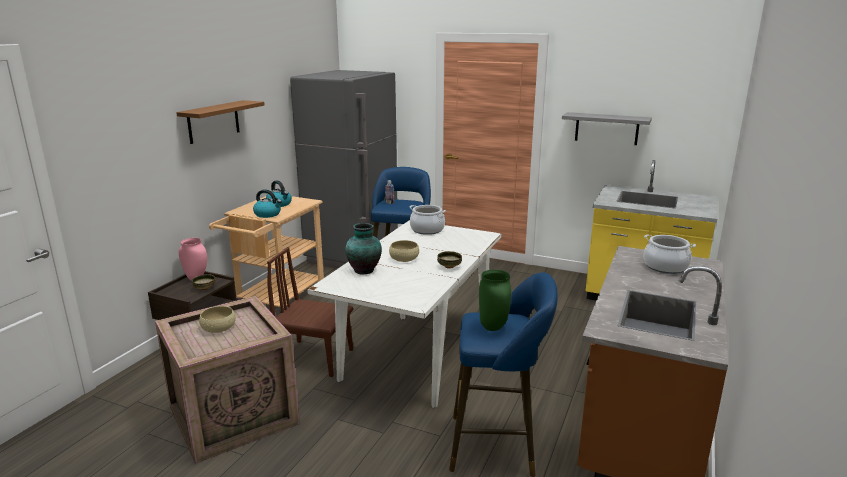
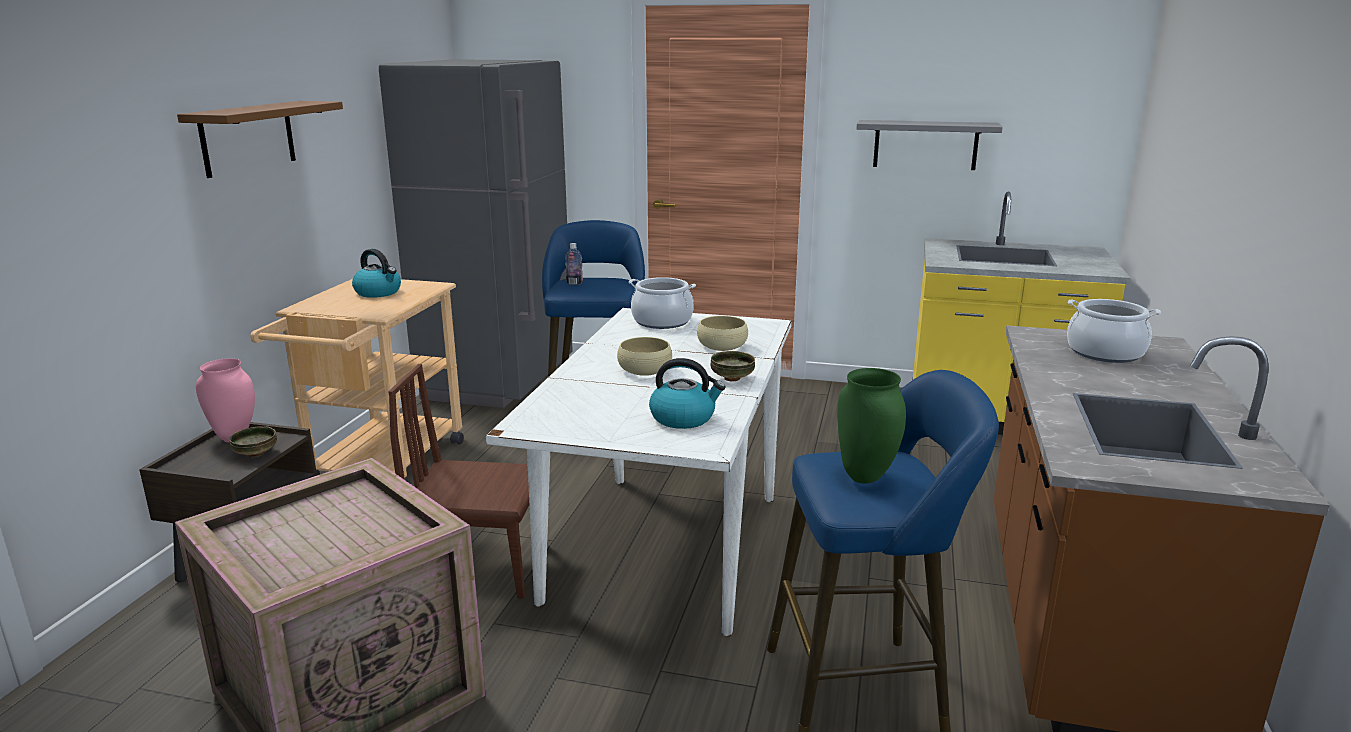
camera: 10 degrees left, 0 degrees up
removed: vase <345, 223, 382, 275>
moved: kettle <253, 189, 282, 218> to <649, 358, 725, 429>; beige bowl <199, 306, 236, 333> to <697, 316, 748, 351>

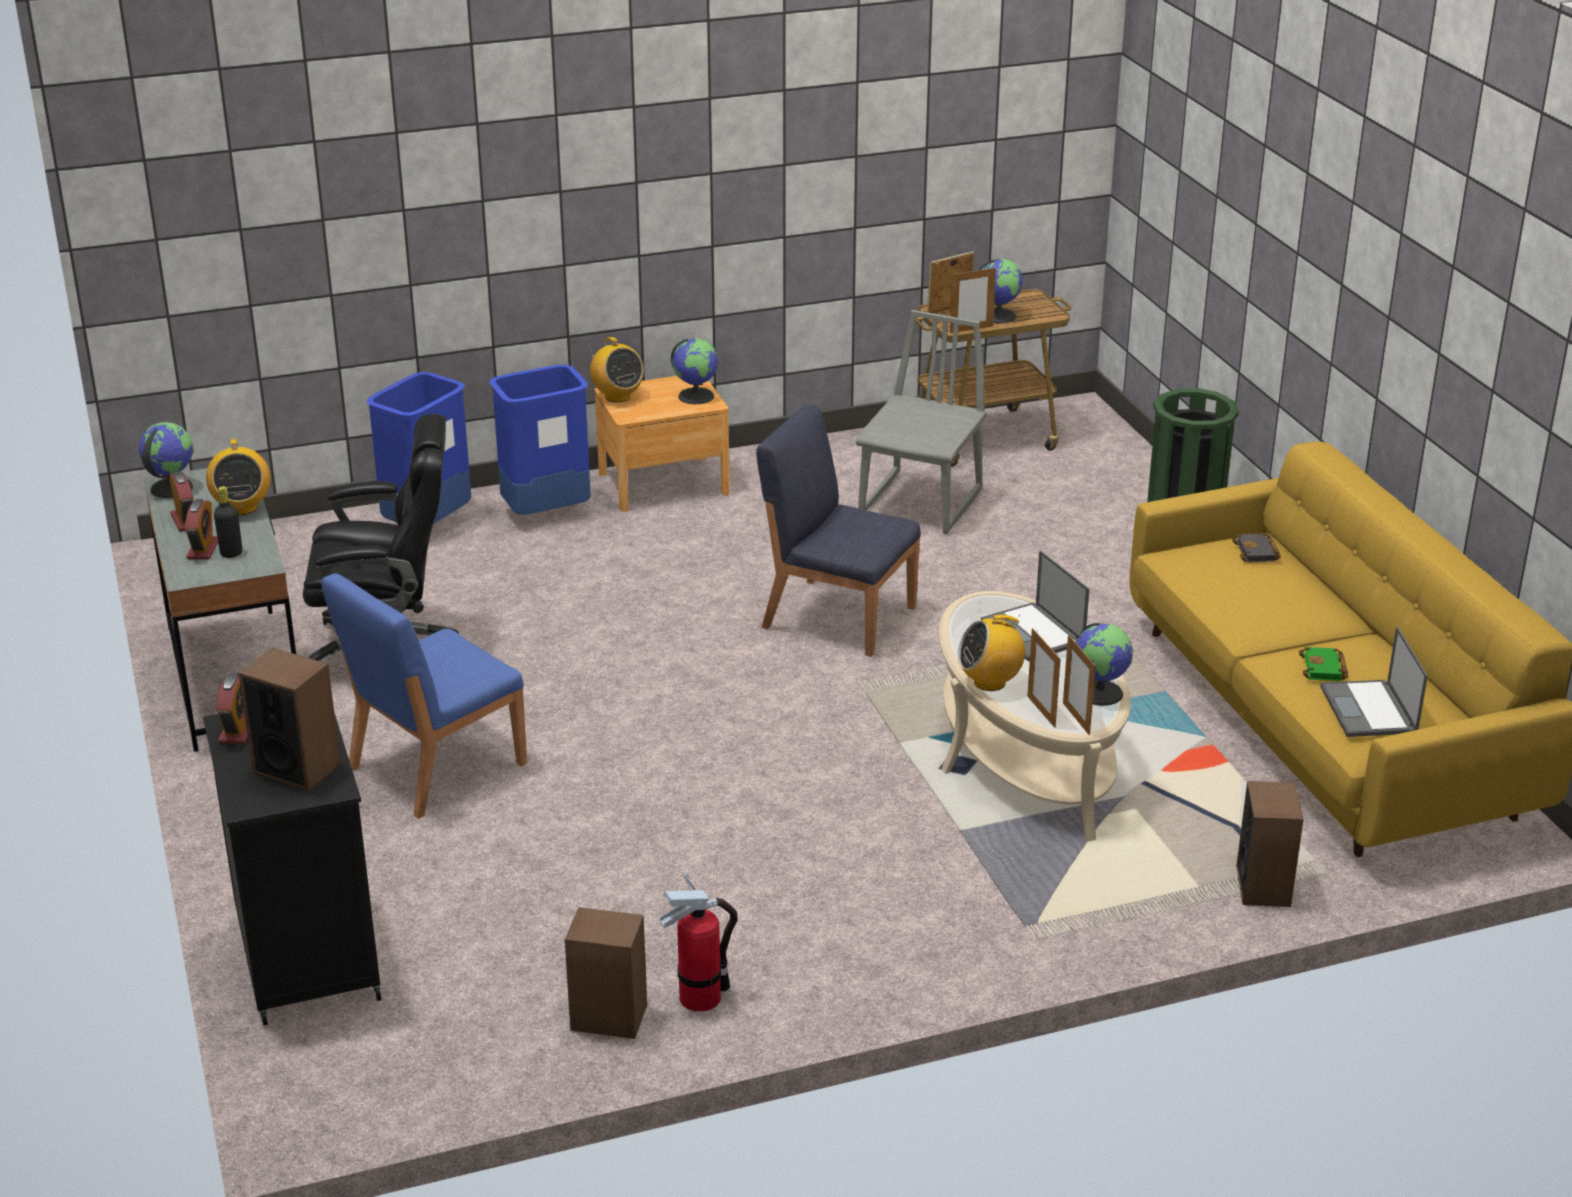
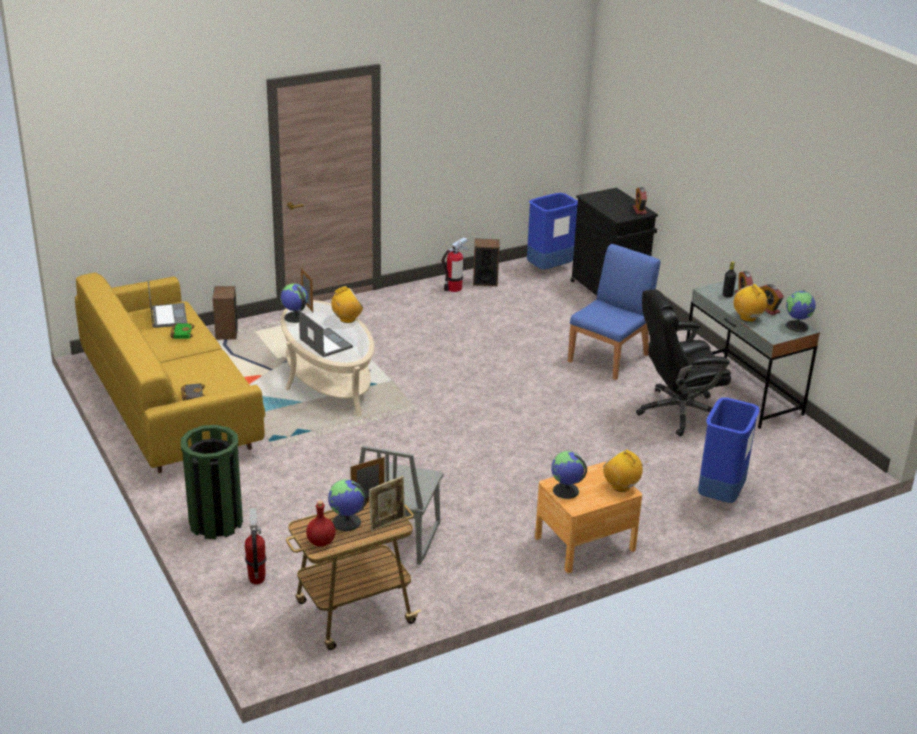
camera: 170 degrees right, 0 degrees up
removed: speaker <238, 647, 341, 791>; blue chair <756, 404, 921, 657>; picture frame <1027, 628, 1061, 728>
added: fire extinguisher <245, 506, 266, 585>; red bottle <306, 501, 336, 547>
moved: blue trash can <490, 365, 591, 515> to <527, 193, 578, 270>

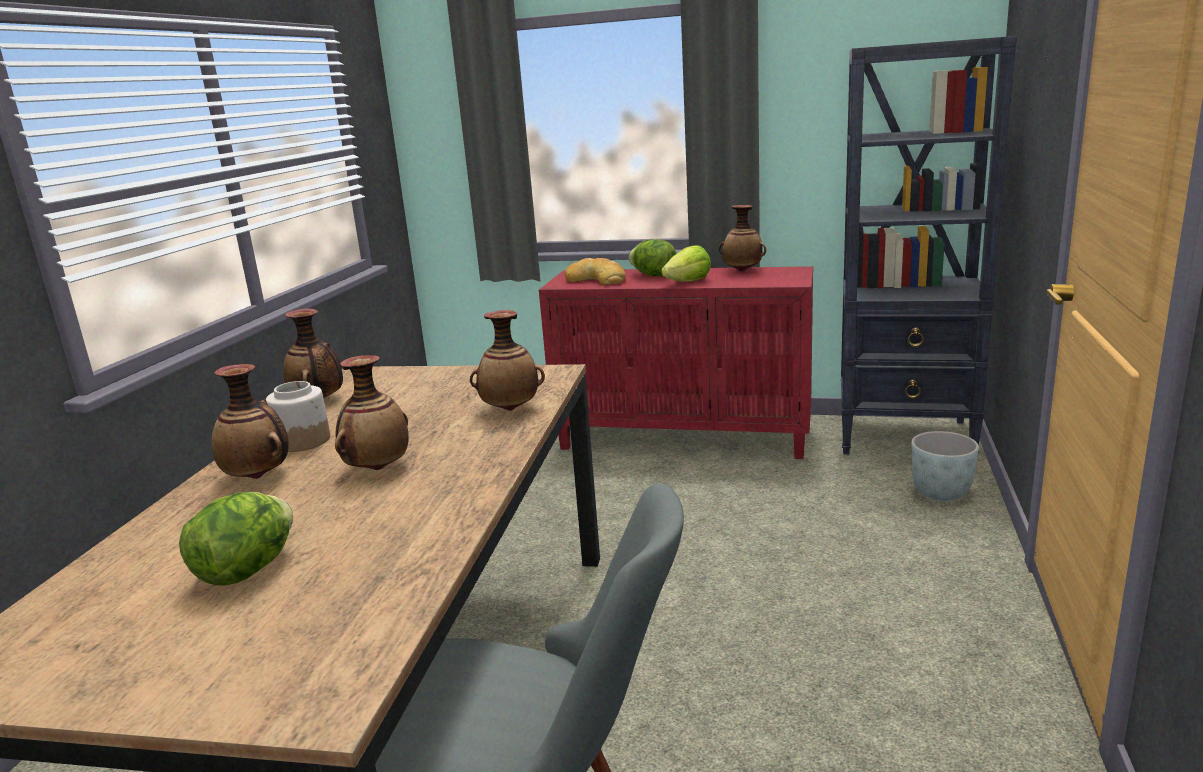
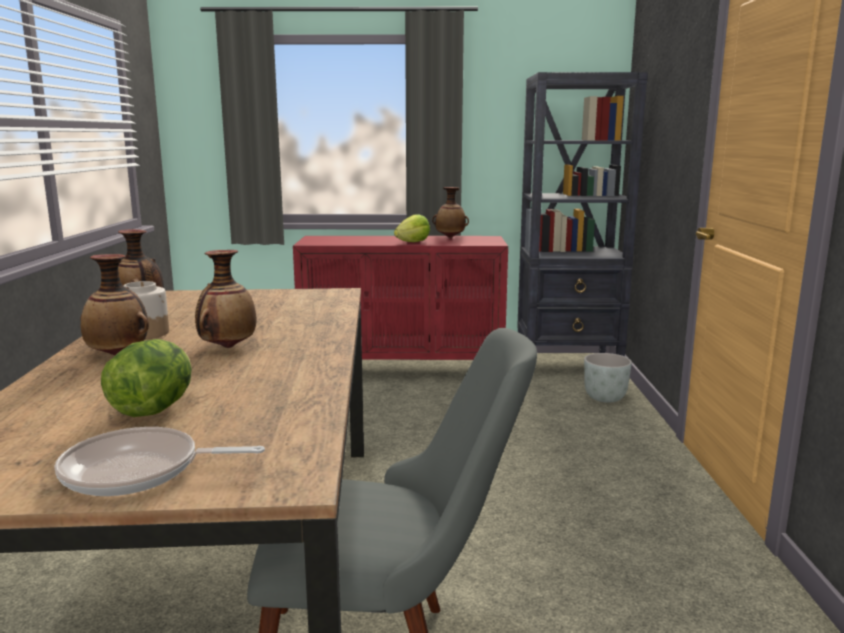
camera: 15 degrees left, 5 degrees down
removed: vase <470, 310, 545, 411>; bread <565, 258, 626, 285>; lettuce <629, 239, 676, 276>
added: frying pan <54, 427, 265, 496>

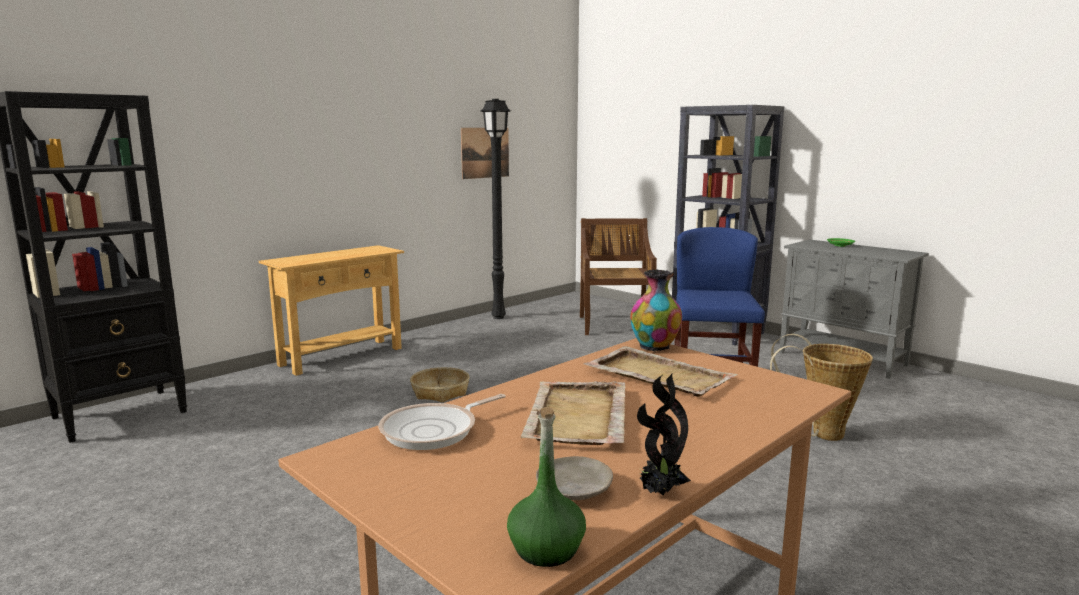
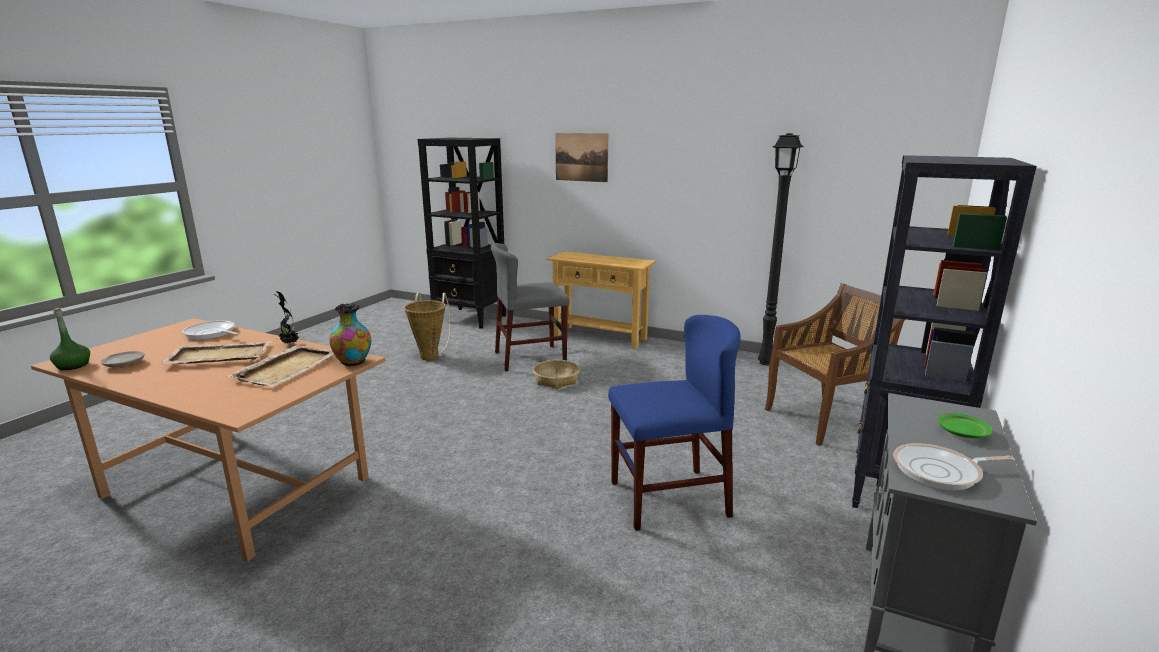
camera: 70 degrees right, 5 degrees up
added: grey chair <491, 243, 570, 371>; frying pan <893, 443, 1014, 490>
moved: potted plant <637, 374, 691, 496> to <274, 291, 299, 344>; basket <770, 334, 873, 441> to <404, 293, 451, 360>; picture <461, 128, 509, 179> to <555, 133, 608, 182>

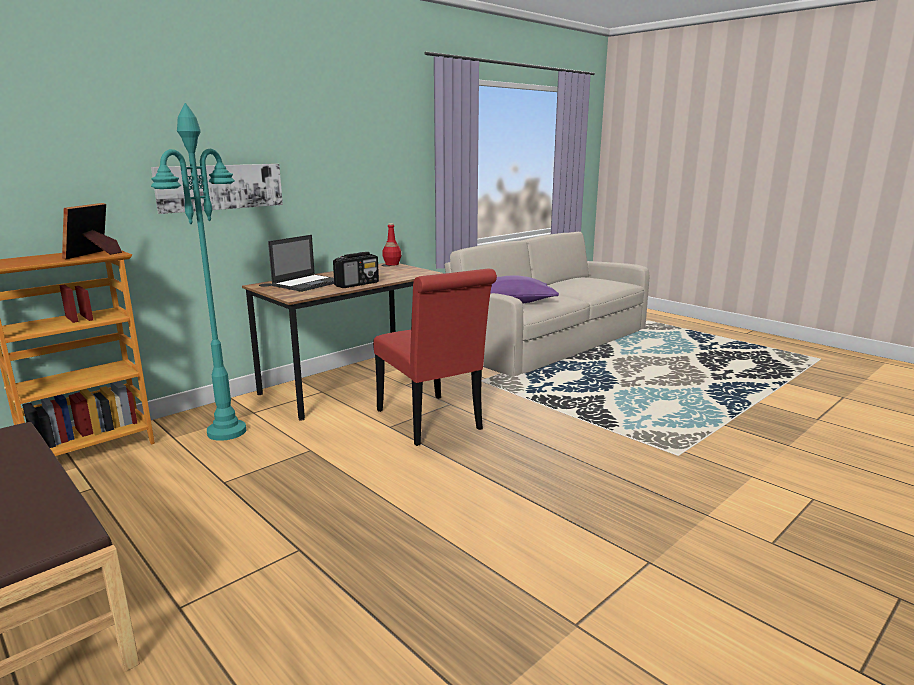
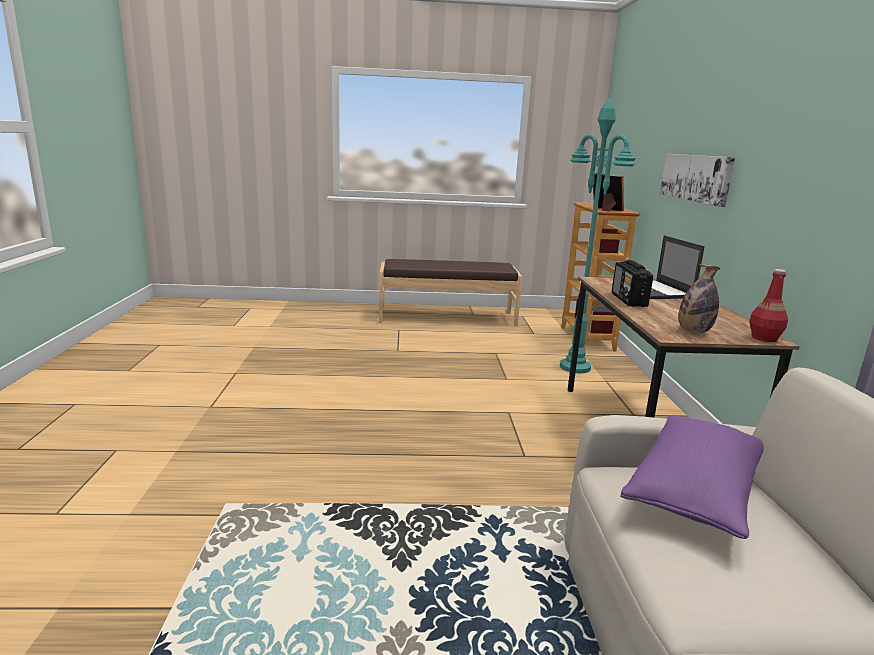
camera: 130 degrees right, 0 degrees up
removed: red chair <373, 269, 497, 446>
added: bottle <679, 264, 720, 333>

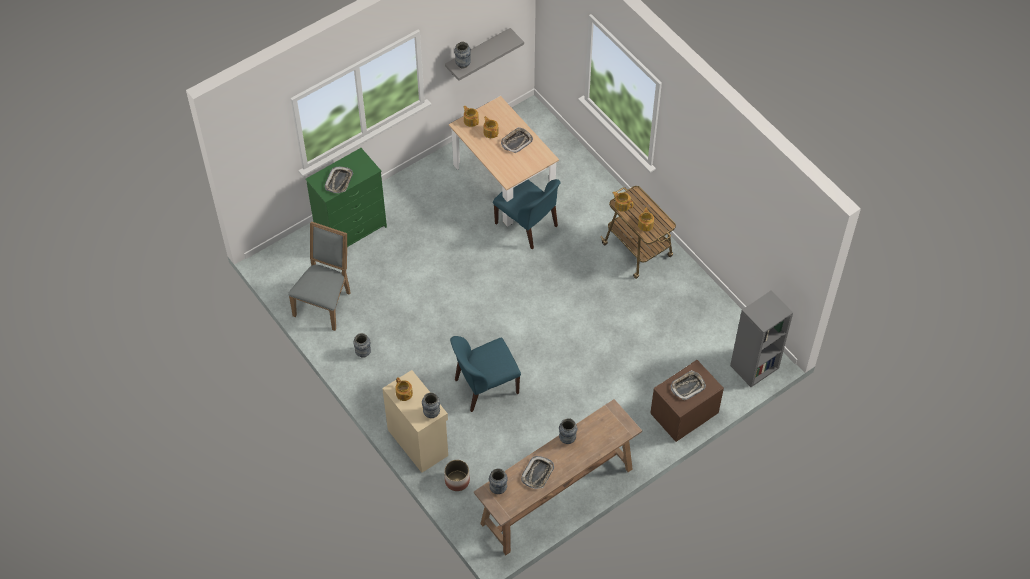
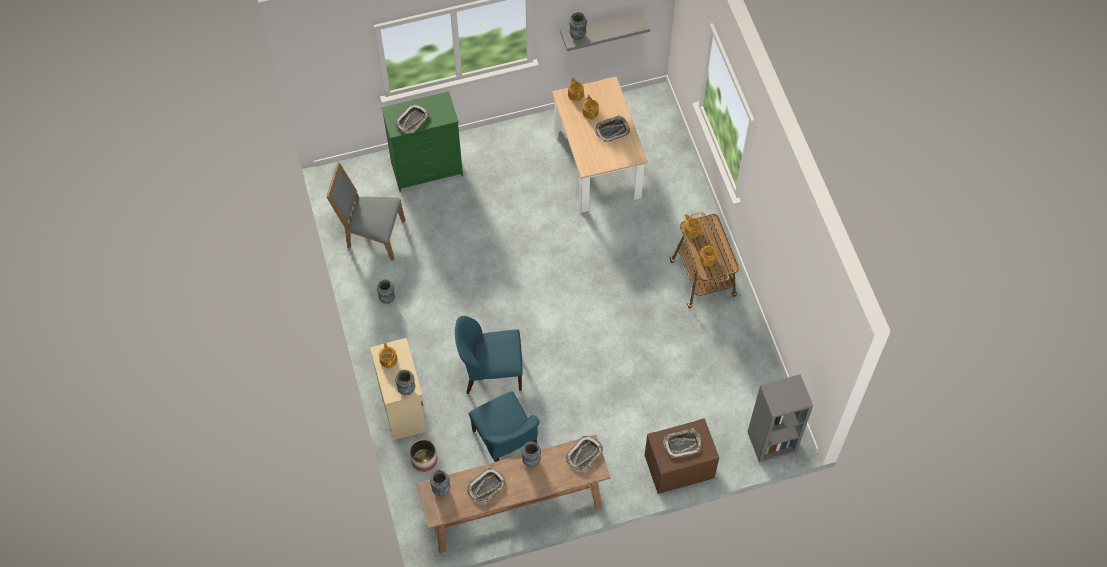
camera: 20 degrees right, 5 degrees up
added: tray <566, 436, 603, 471>
moved: blue chair <493, 179, 561, 249> to <469, 391, 540, 462>
turned: grey chair <288, 221, 351, 331> = <326, 162, 405, 261> 120 degrees counterclockwise

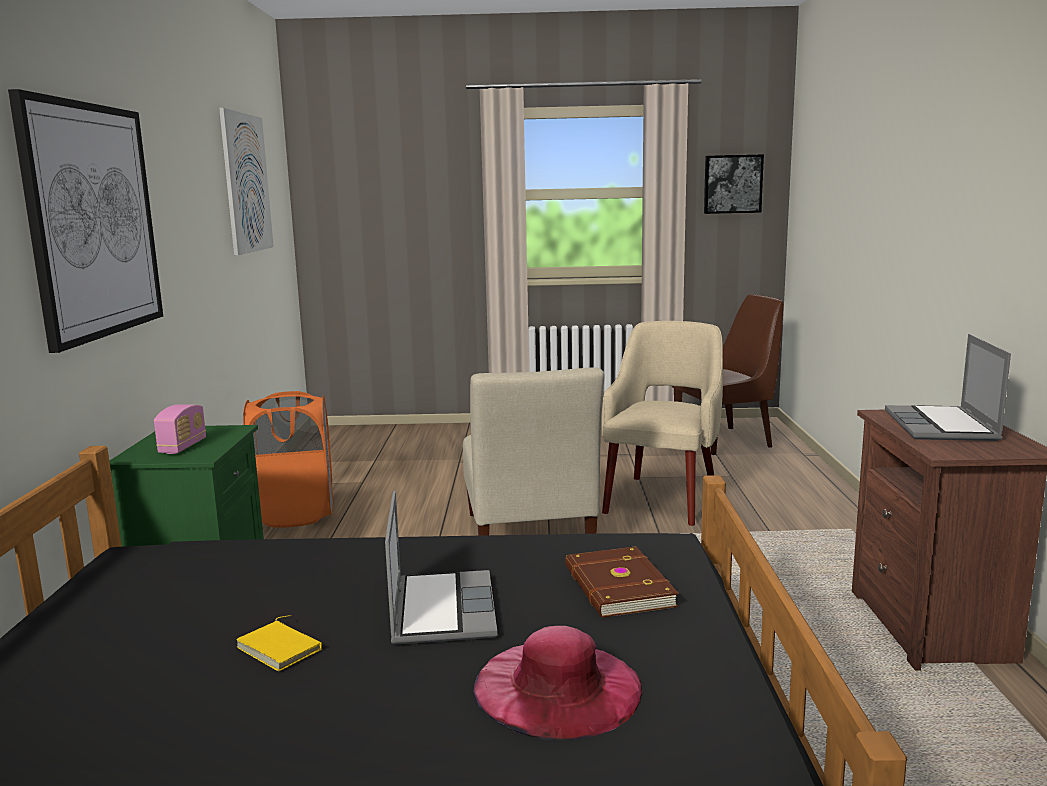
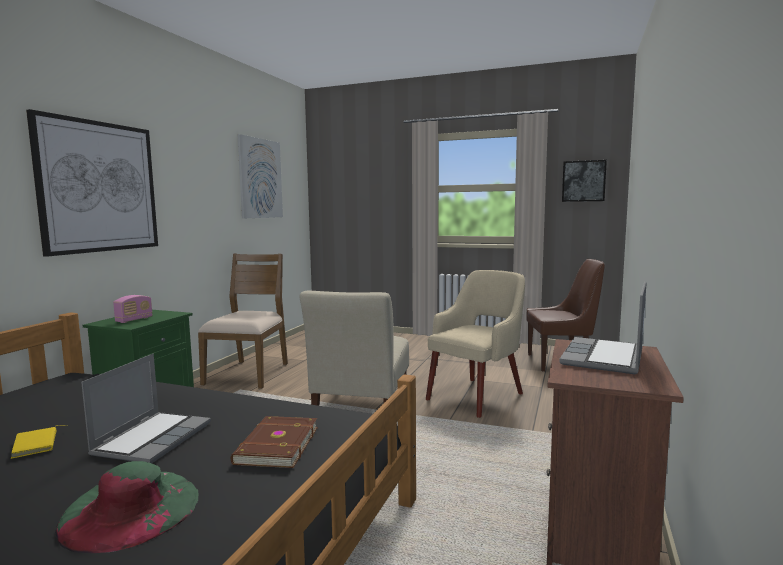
camera: 20 degrees right, 5 degrees down
replaced: orange laundry basket <243, 391, 333, 528> to brown chair <198, 254, 288, 389>
recoloured: pink hat <473, 626, 643, 741> to green hat <55, 461, 199, 553>

